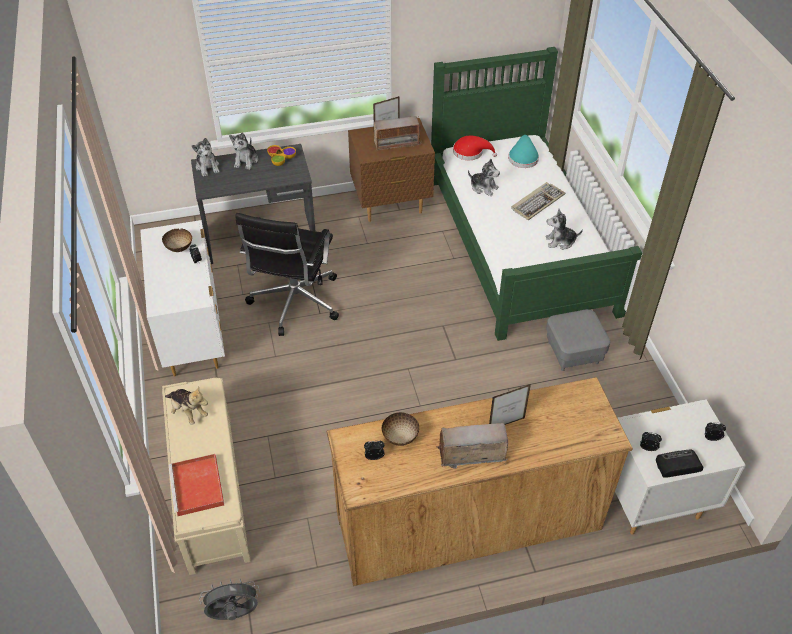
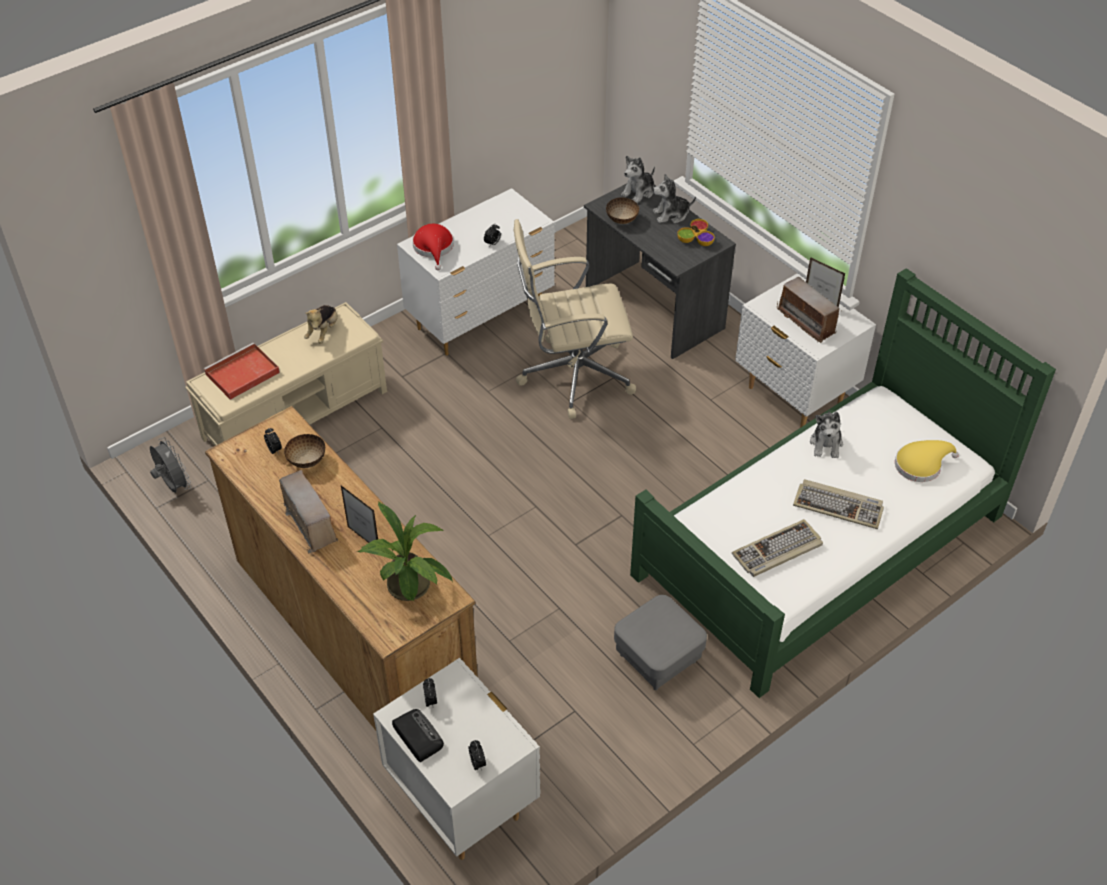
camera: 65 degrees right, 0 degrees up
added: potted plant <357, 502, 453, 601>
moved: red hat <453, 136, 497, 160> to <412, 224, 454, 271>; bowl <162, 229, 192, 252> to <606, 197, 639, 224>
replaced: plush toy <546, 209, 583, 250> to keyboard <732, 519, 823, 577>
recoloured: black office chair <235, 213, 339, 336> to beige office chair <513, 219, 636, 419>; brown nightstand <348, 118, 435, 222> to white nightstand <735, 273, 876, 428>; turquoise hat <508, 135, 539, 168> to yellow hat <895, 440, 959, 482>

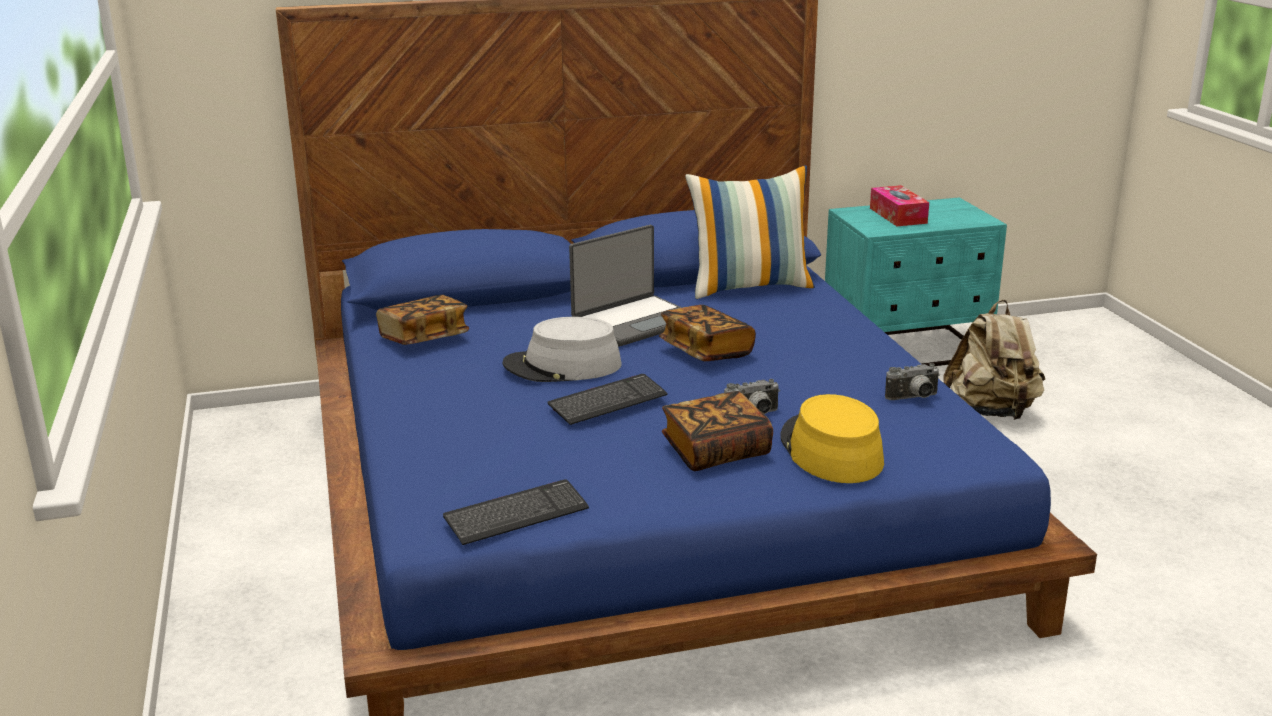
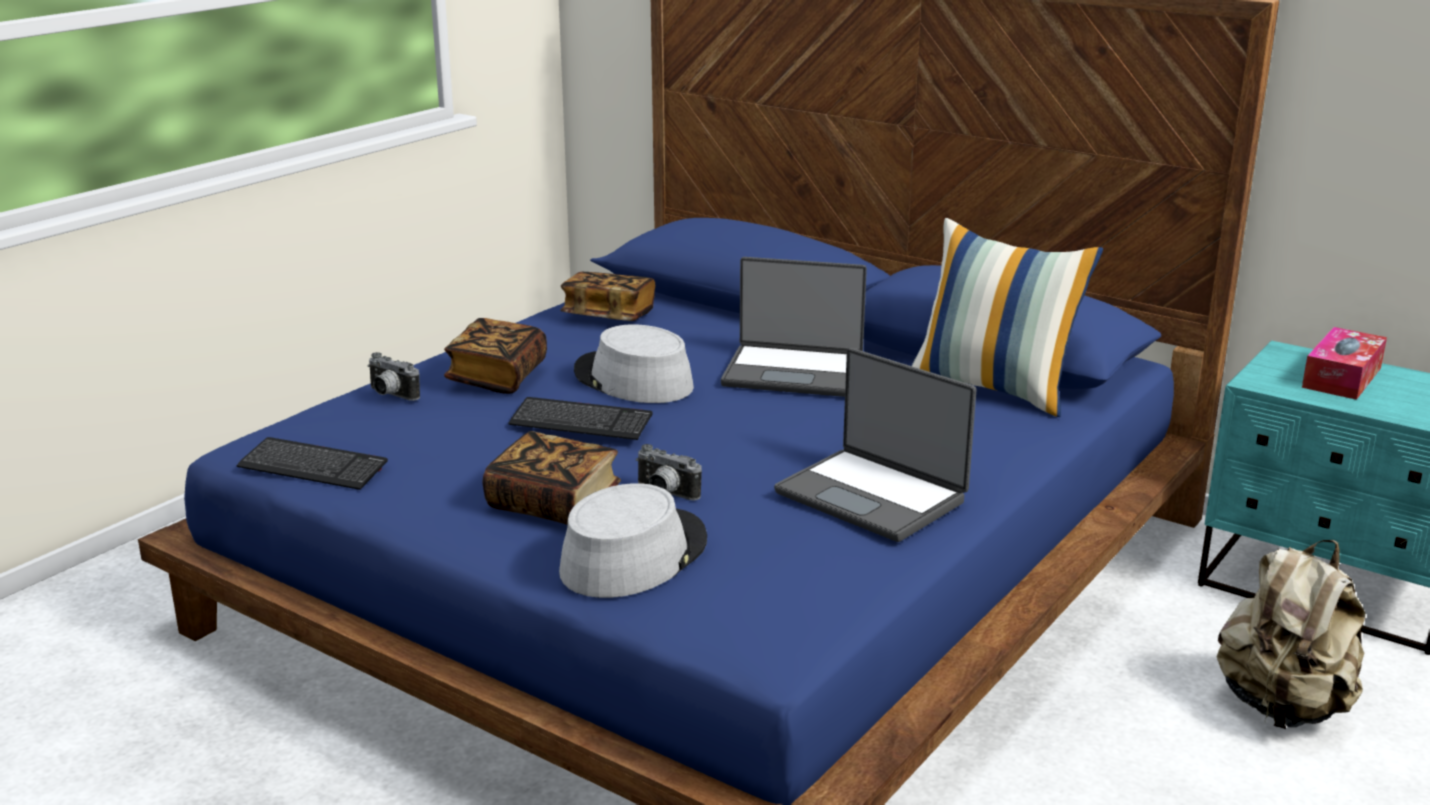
camera: 50 degrees right, 0 degrees up
added: laptop <774, 348, 976, 542>
moved: photo camera <885, 363, 940, 400> to <368, 352, 420, 401>; book <659, 305, 756, 361> to <444, 318, 547, 394>
recoloured: yellow hat <780, 394, 884, 483> to grey hat <559, 483, 707, 598>

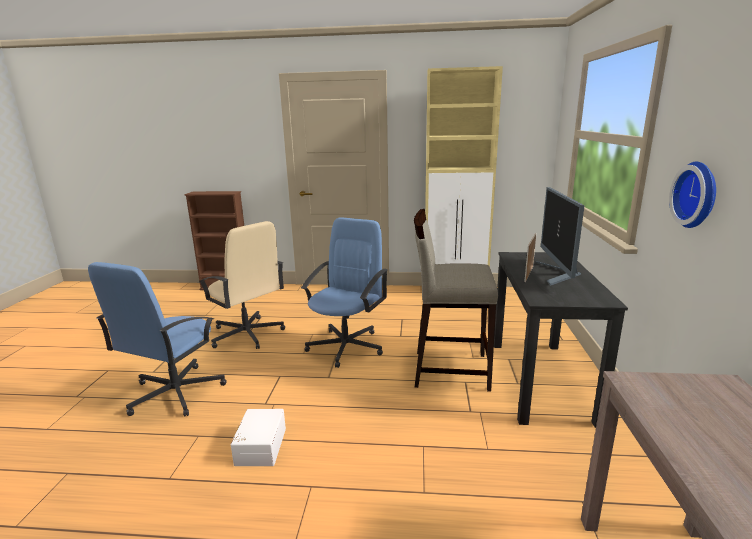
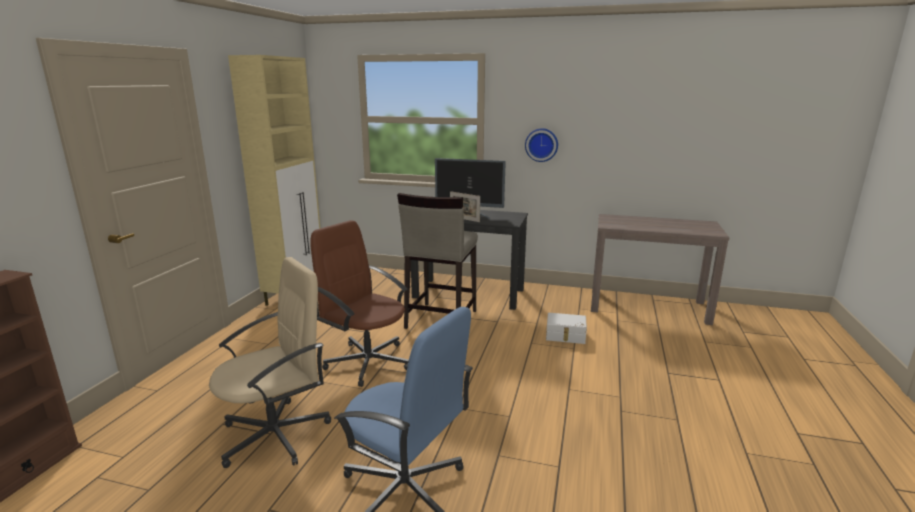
camera: 80 degrees left, 0 degrees up
moved: white storage box <231, 409, 286, 466> to <546, 313, 587, 344>
recoloured: blue office chair <301, 217, 388, 368> to brown office chair <310, 220, 409, 387>

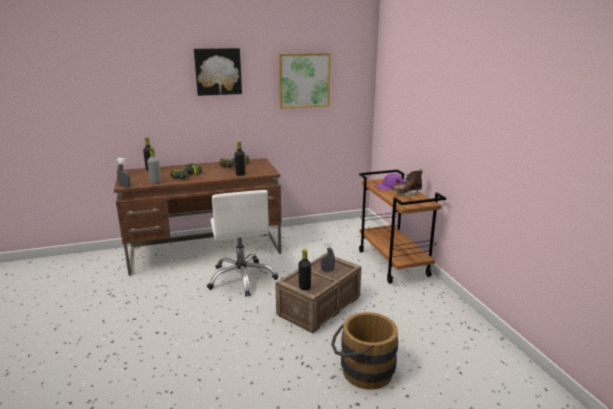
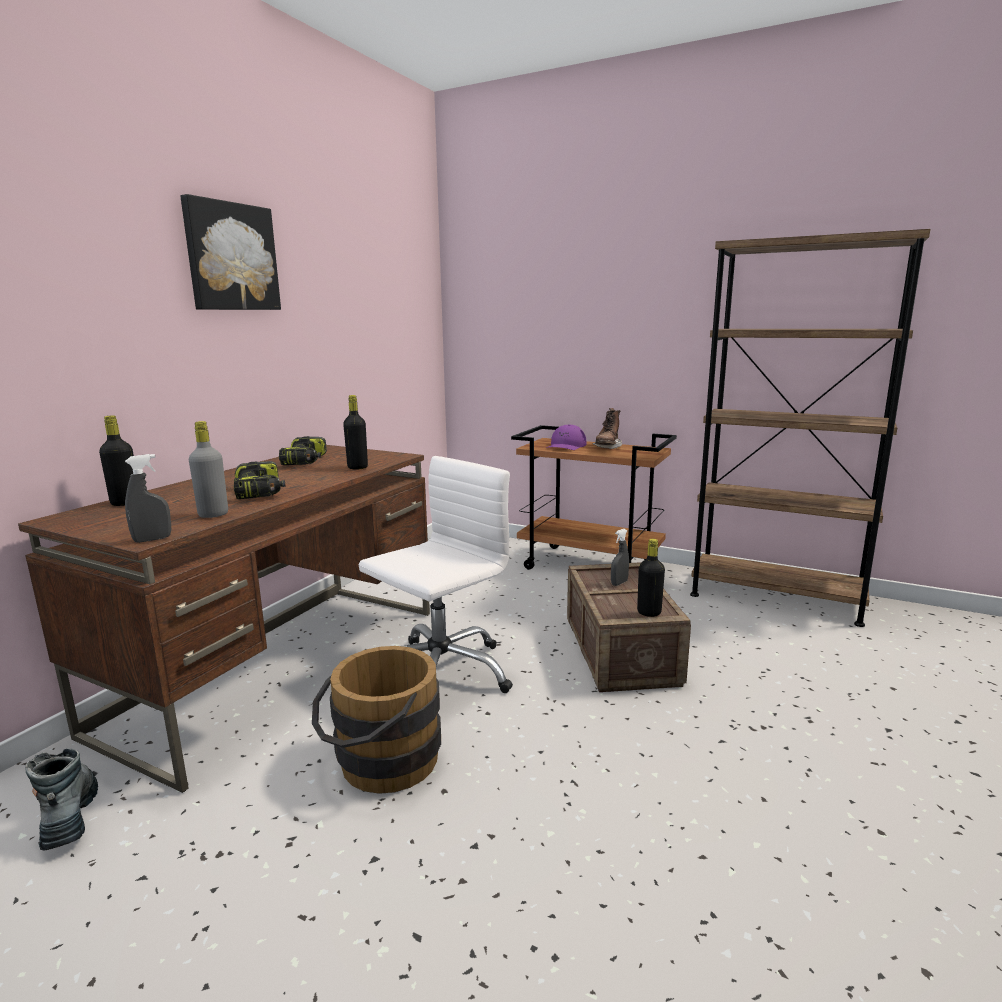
camera: 45 degrees left, 5 degrees down
removed: picture <279, 53, 331, 109>
added: boot <25, 748, 98, 851>; brown bookcase <690, 229, 931, 627>
moved: brown bucket <331, 312, 398, 390> to <312, 646, 441, 794>
turned: white office chair <207, 190, 278, 297> = <359, 456, 513, 693> 75 degrees counterclockwise

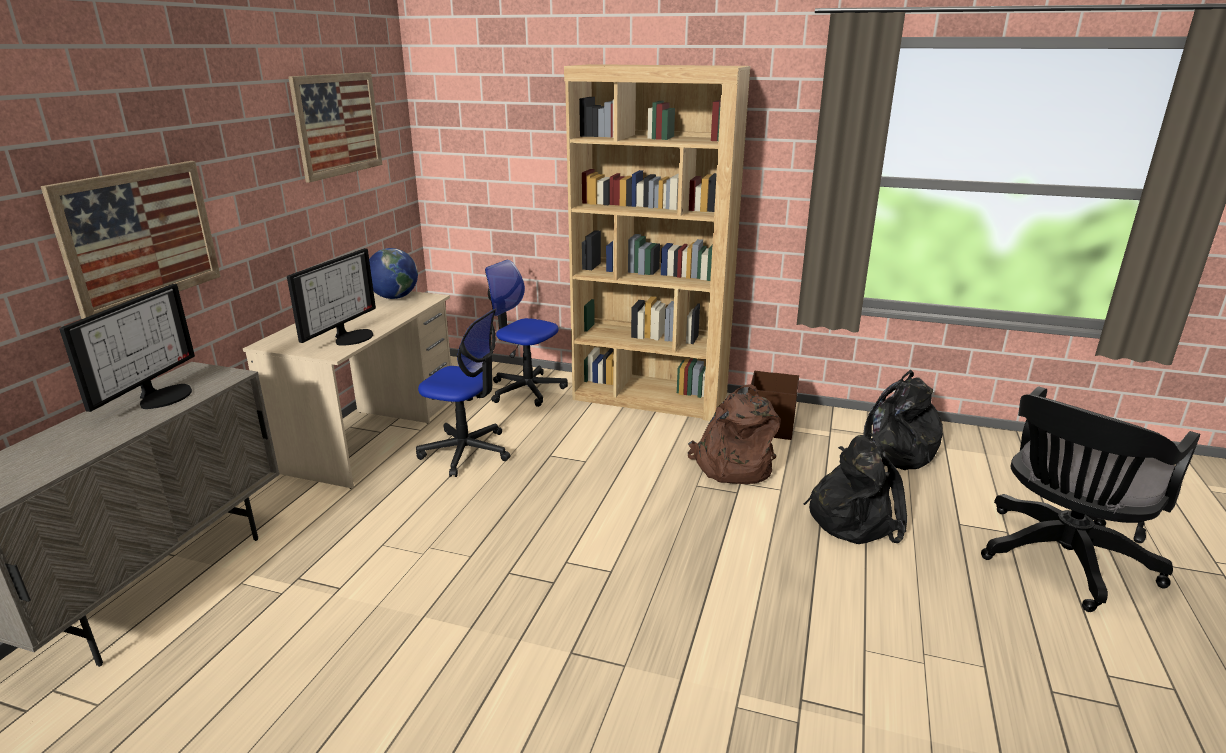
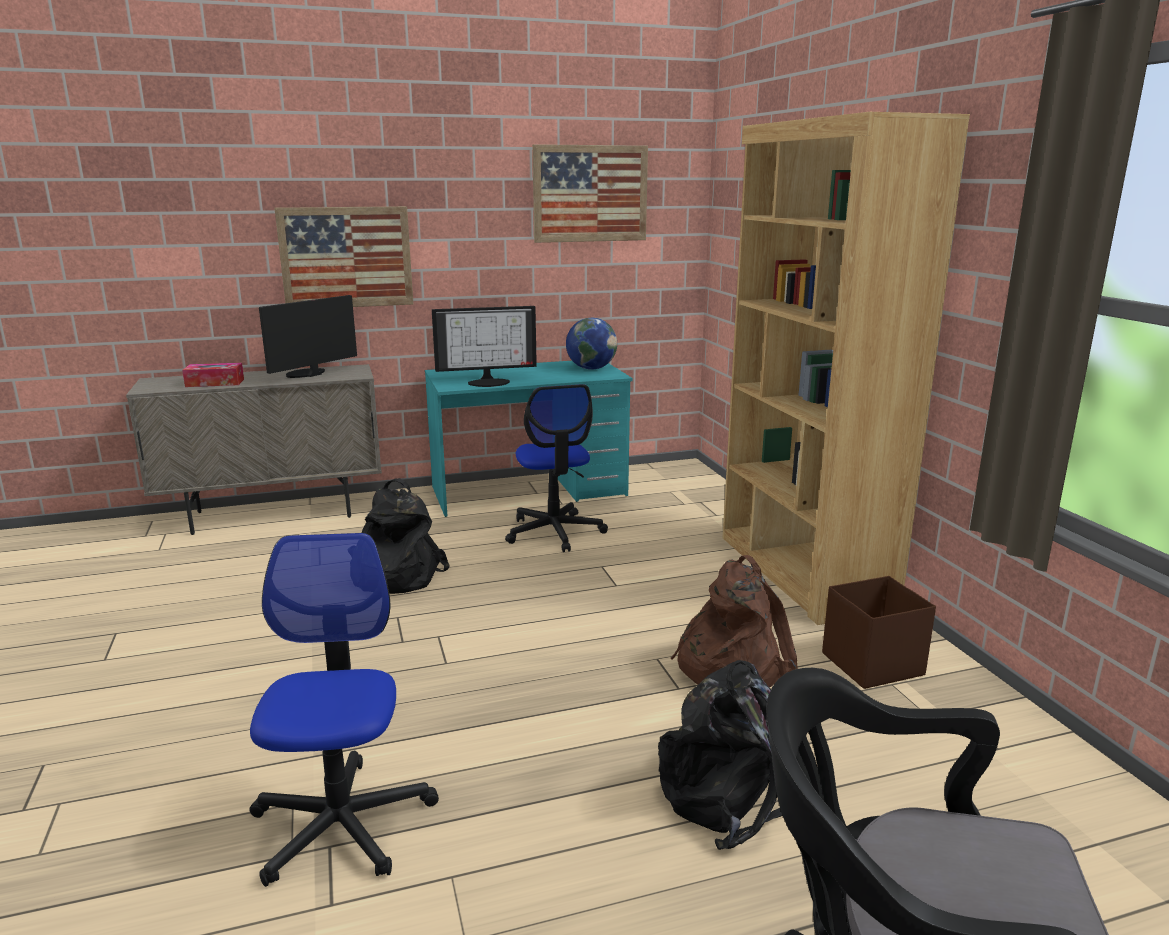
camera: 55 degrees right, 5 degrees down
added: tissue box <182, 363, 244, 387>
moved: office chair <485, 260, 568, 407> to <250, 533, 439, 887>; black backpack <838, 370, 943, 470> to <362, 478, 450, 594>
recoloured: beige desk <243, 291, 451, 489> to turquoise desk <425, 361, 633, 517>
turned: monitor <59, 284, 195, 412> = <259, 295, 357, 378> 150 degrees clockwise

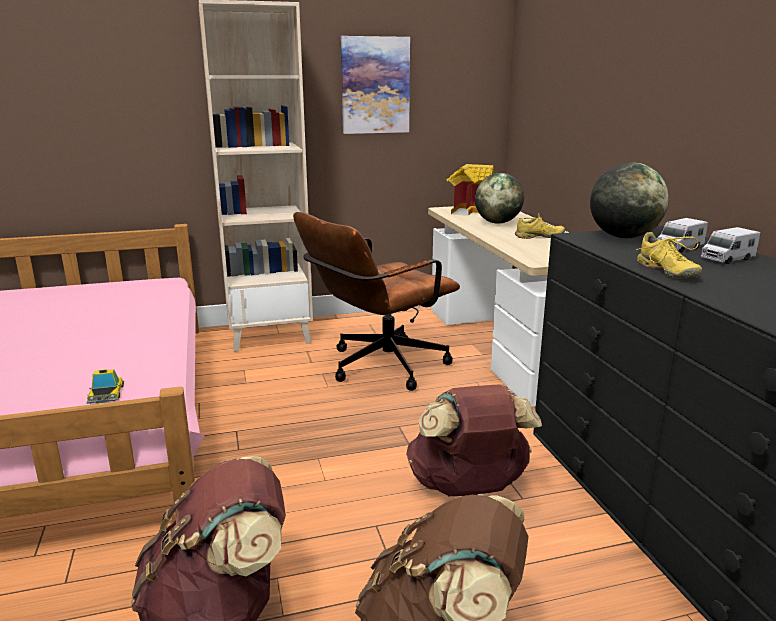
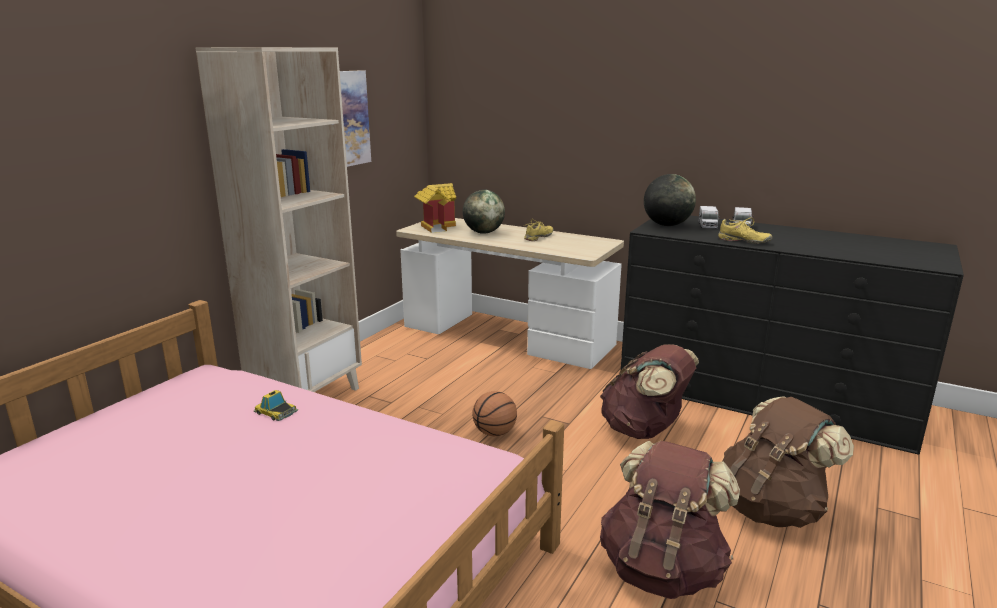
camera: 45 degrees left, 0 degrees up
removed: brown office chair <293, 212, 460, 391>
added: basketball <472, 391, 517, 436>
moved: toy car <86, 369, 124, 404> to <253, 390, 298, 421>

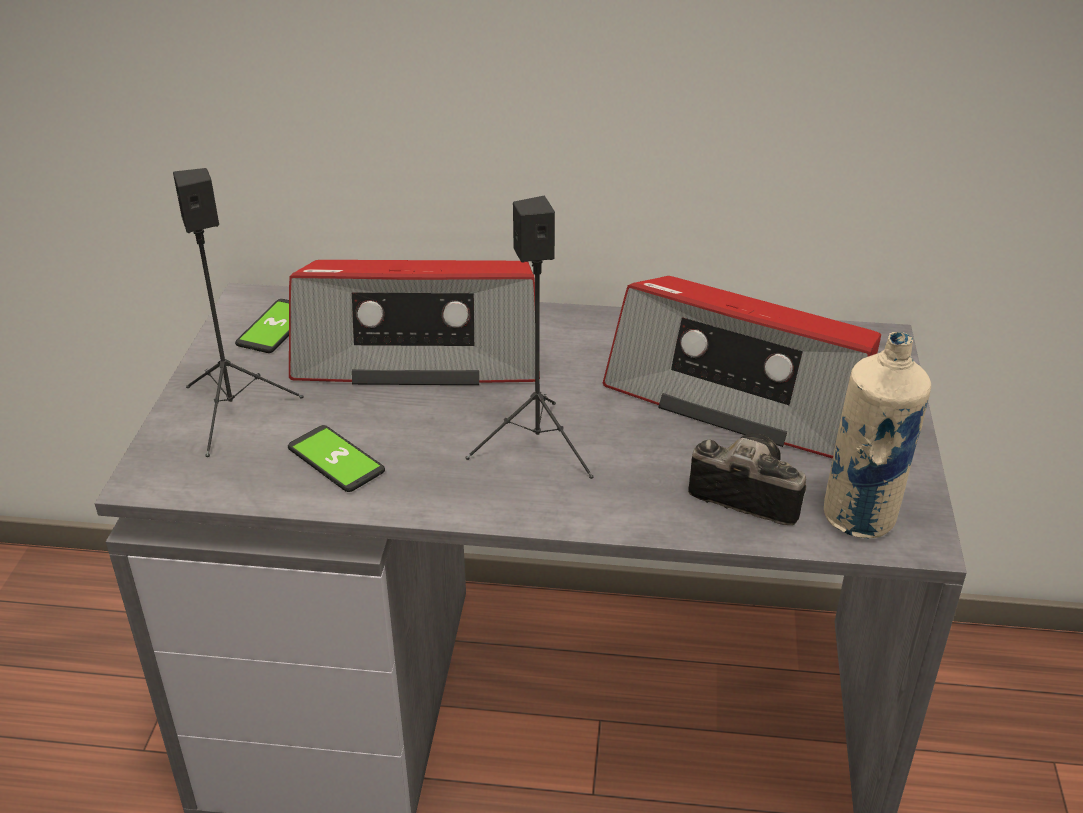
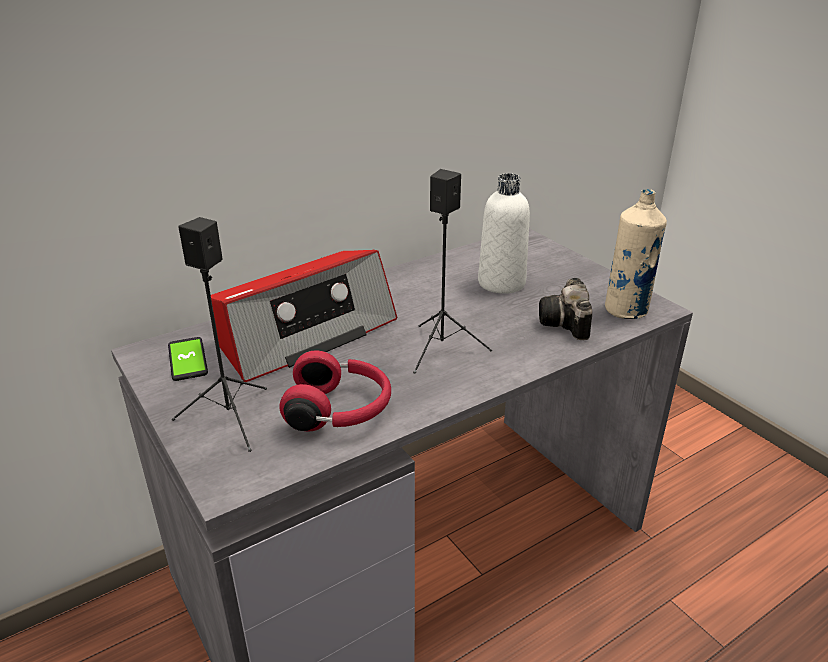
camera: 40 degrees left, 5 degrees down
replaced: phone <288, 425, 385, 492> to red headphones <280, 350, 391, 432>; radio <603, 276, 881, 459> to white bottle <478, 173, 530, 294>
turned: photo camera <688, 433, 806, 525> = <539, 278, 592, 340> 75 degrees counterclockwise

